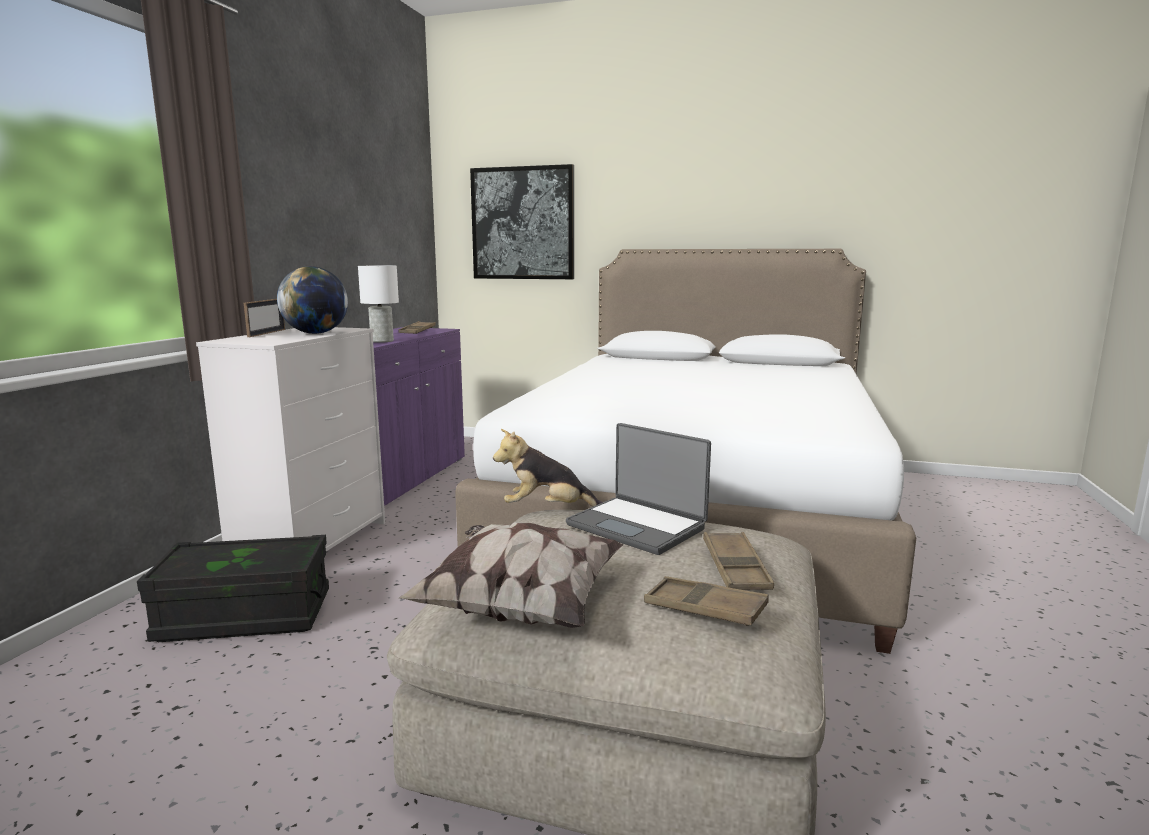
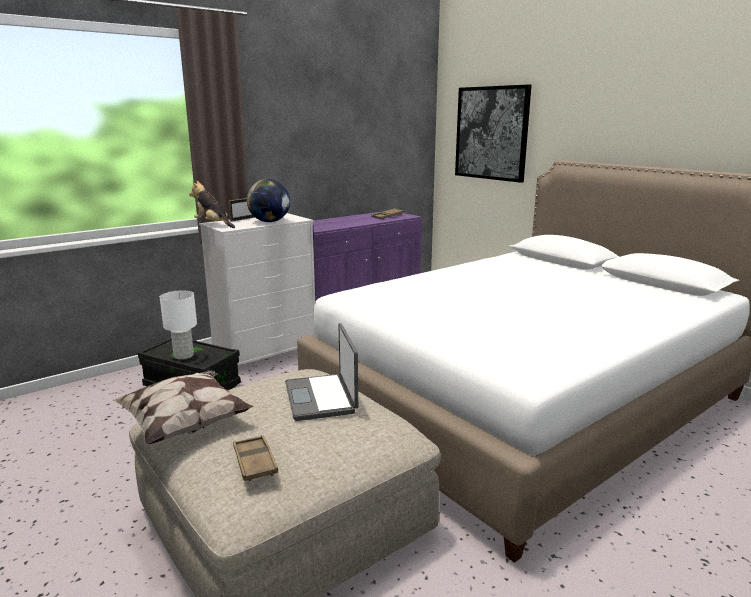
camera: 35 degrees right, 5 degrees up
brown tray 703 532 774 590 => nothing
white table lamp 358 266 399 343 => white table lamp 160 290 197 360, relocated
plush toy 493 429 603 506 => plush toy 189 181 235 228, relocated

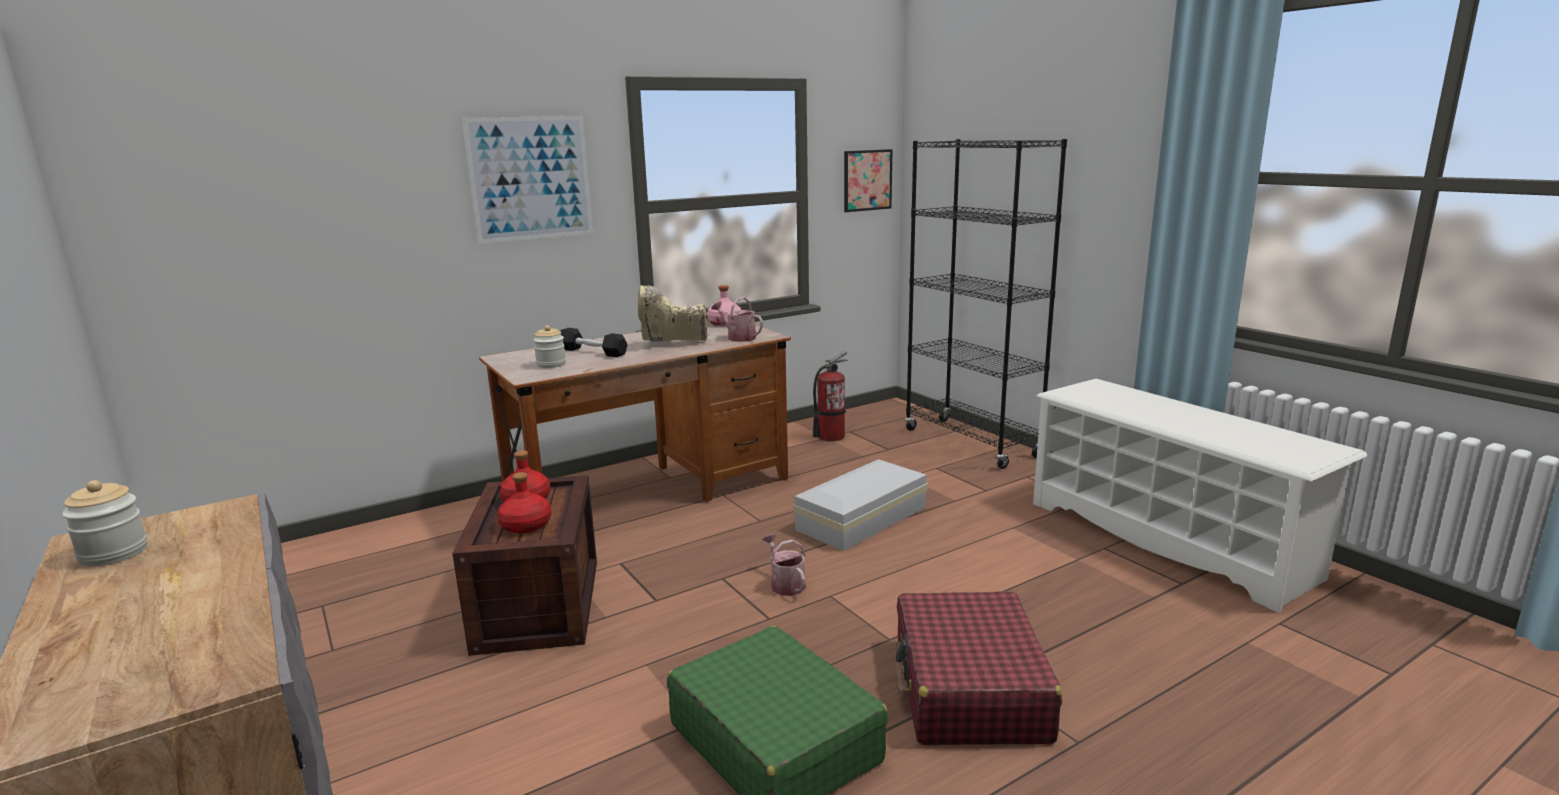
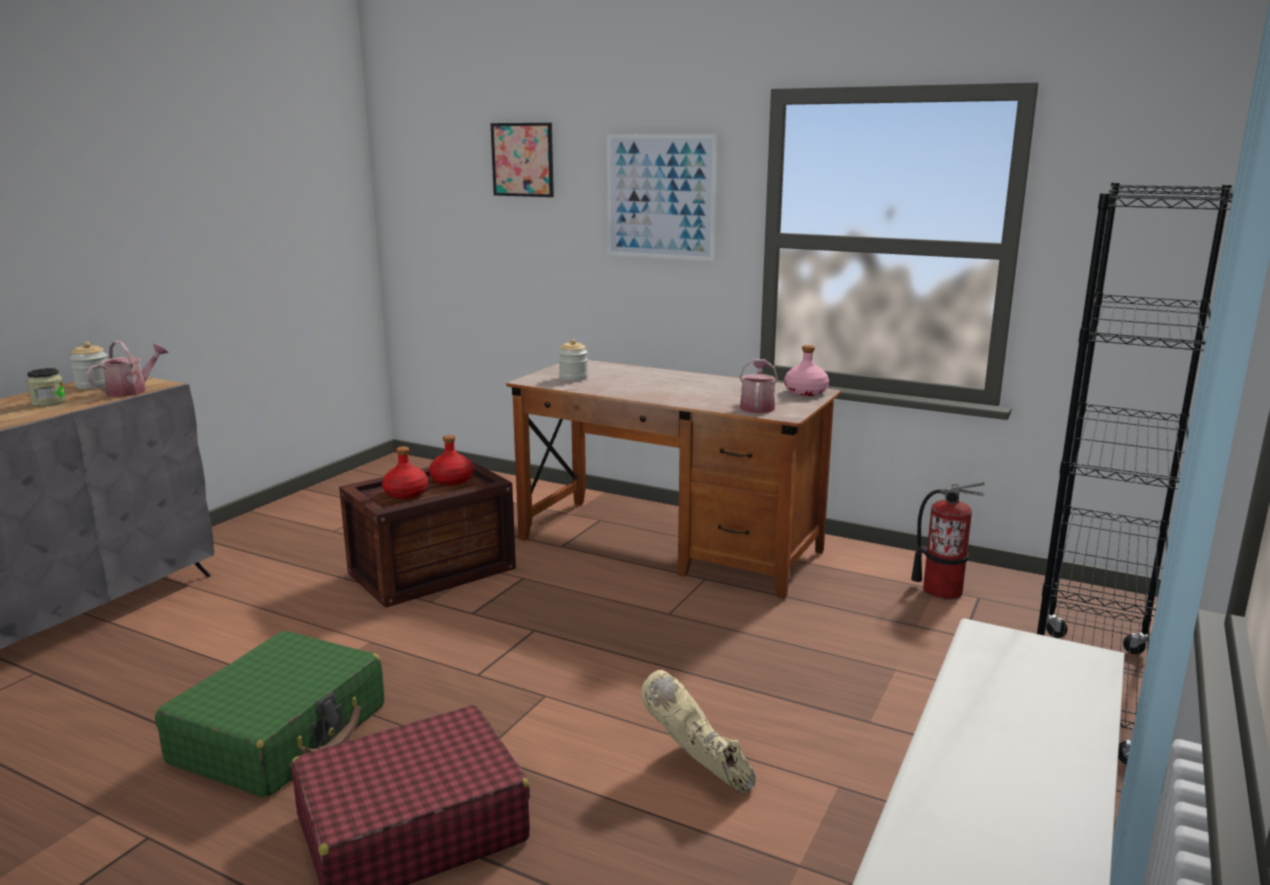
camera: 60 degrees right, 0 degrees up
black dumbbell 560 328 628 357 => nothing
white storage box 793 459 928 551 => nothing
nothing => jar 27 368 66 406
beige boot 638 285 707 342 => beige boot 641 670 756 793, relocated
watering can 763 534 806 596 => watering can 86 341 169 397, relocated
picture 844 149 893 212 => picture 491 123 554 197, relocated

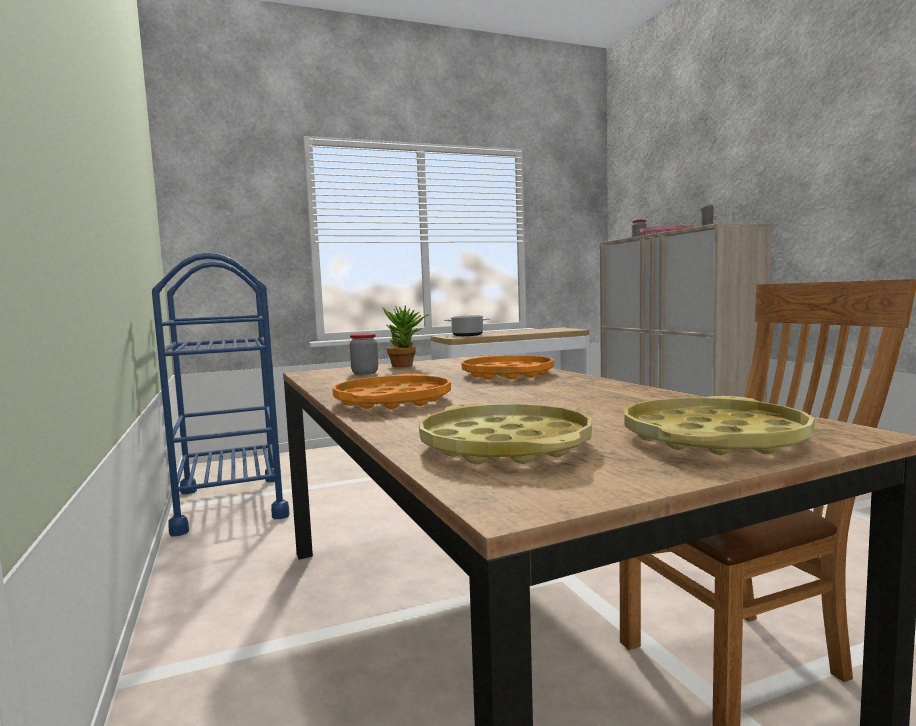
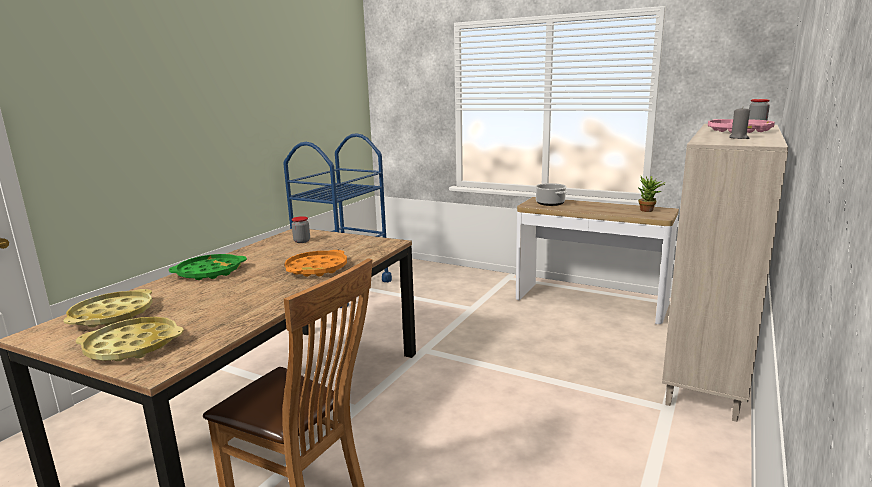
camera: 50 degrees right, 10 degrees up
potted plant 382 305 429 367 => potted plant 639 176 666 212, relocated
orange tray 333 374 451 409 => green tray 169 254 247 280

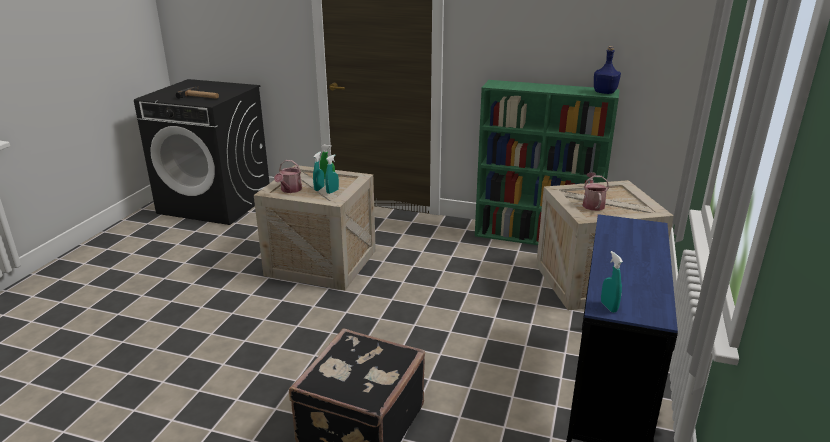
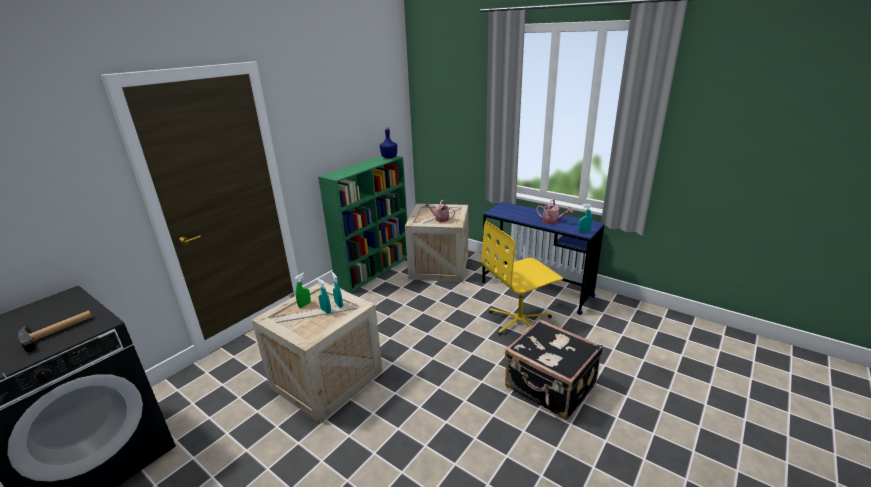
camera: 70 degrees left, 0 degrees up
nothing => yellow office chair 482 221 563 335
watering can 274 160 302 193 => watering can 536 199 573 224, relocated

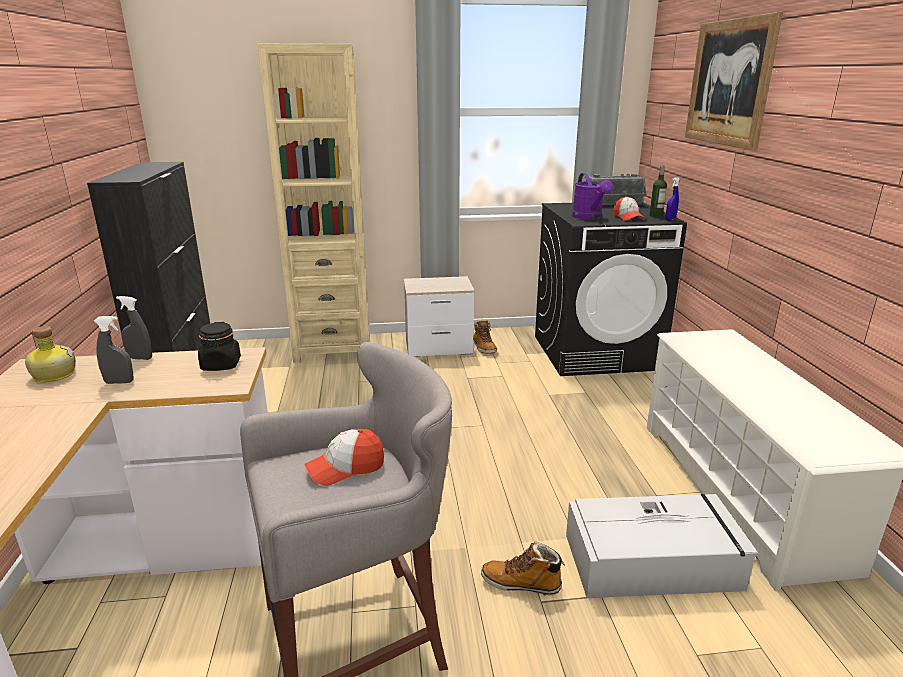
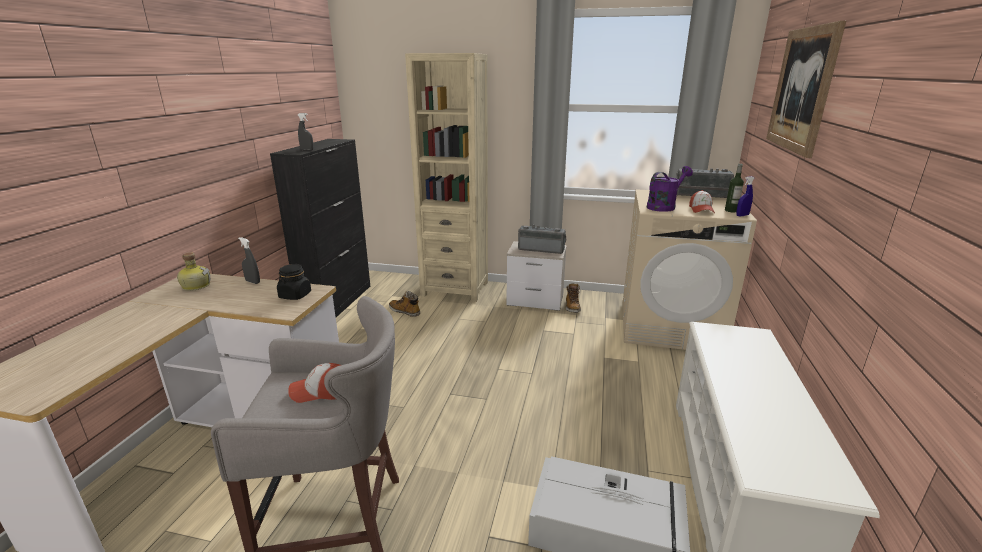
camera: 20 degrees right, 0 degrees up
nothing => radio 518 224 566 254
grey spray bottle 94 316 134 384 => grey spray bottle 298 113 313 151, relocated
boot 481 541 565 595 => boot 389 291 420 317, relocated
black washing machine 535 202 687 376 => beige washing machine 622 189 757 350
purple watering can 572 173 613 220 => purple watering can 647 166 693 212, 135 degrees counterclockwise

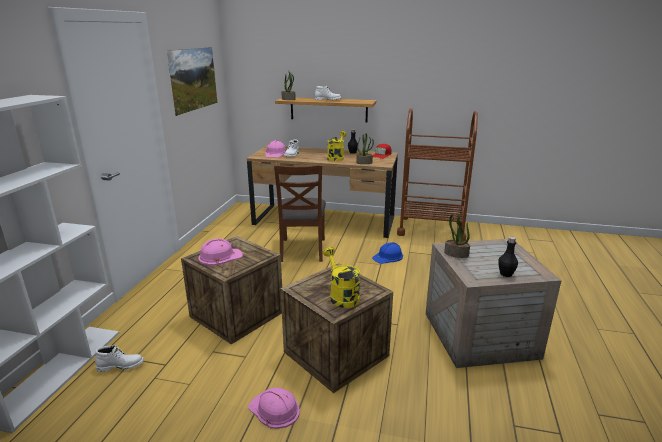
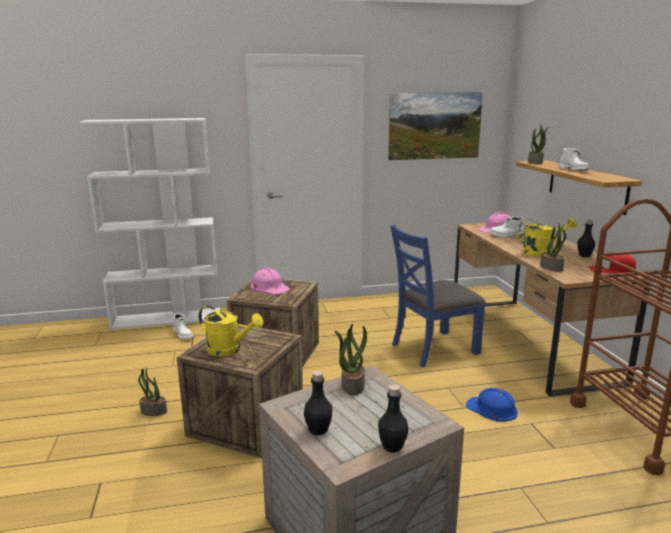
camera: 65 degrees right, 5 degrees down
nothing => black bottle 378 385 409 453
pink hard hat 248 387 300 429 => potted plant 138 368 167 416
brown chair 274 164 326 262 => blue chair 390 224 486 367
yellow watering can 323 247 360 308 => yellow watering can 199 305 264 356, 75 degrees clockwise

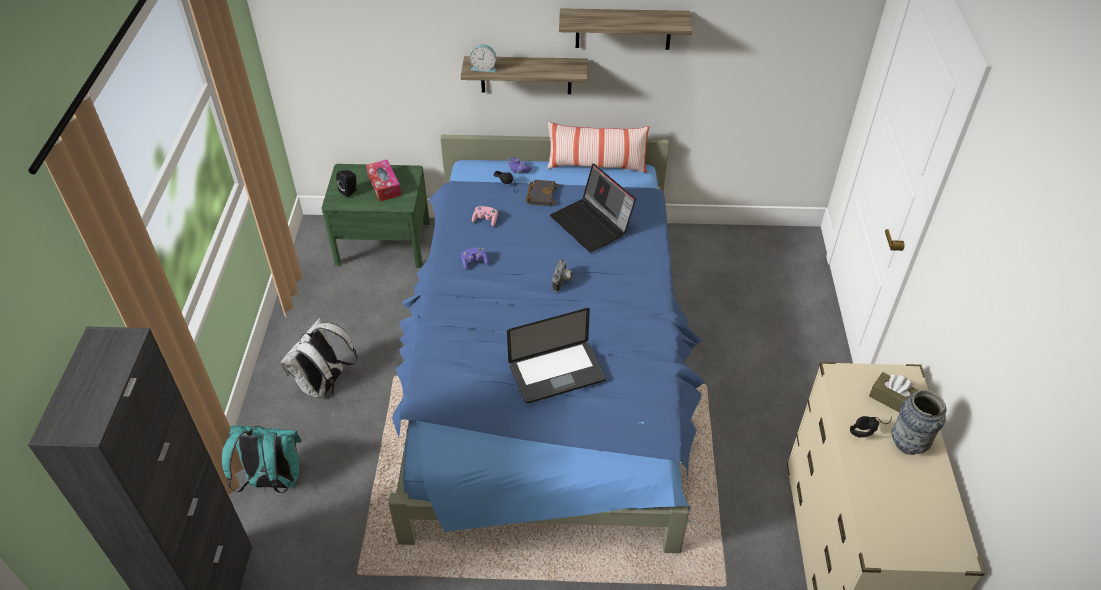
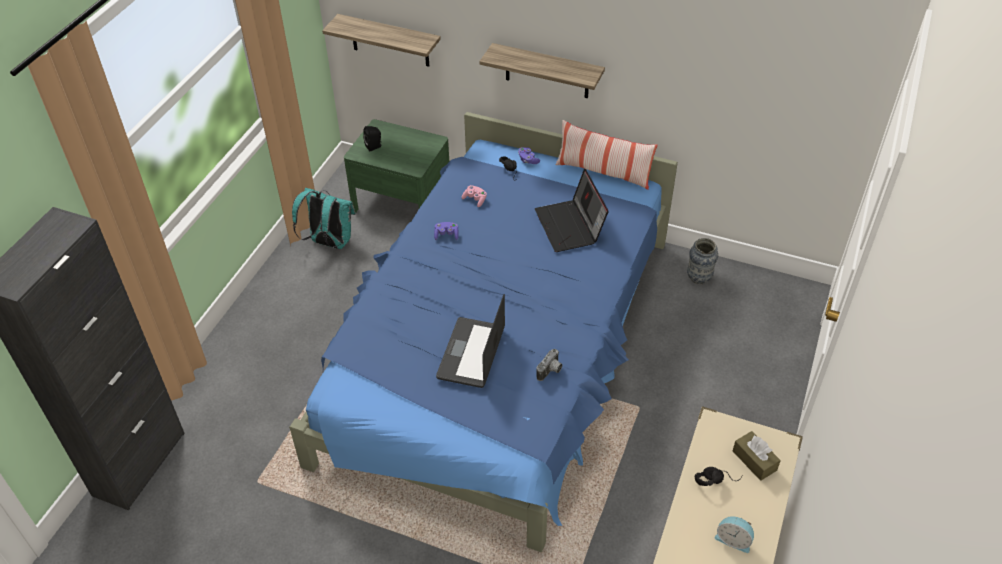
camera: 20 degrees right, 0 degrees up
white backpack 280 318 357 398 => nothing
tissue box 366 159 401 201 => nothing
black book 526 180 559 206 => nothing
turquoise backpack 221 426 302 493 => turquoise backpack 292 188 356 249, relocated
alarm clock 470 45 497 72 => alarm clock 715 516 754 553, relocated
photo camera 552 260 573 292 => photo camera 536 349 562 381, relocated
shelf 559 8 692 50 => shelf 322 14 441 67, relocated
vase 892 390 946 455 => vase 687 238 718 284, relocated
laptop 507 308 606 404 => laptop 436 294 505 388, 105 degrees clockwise

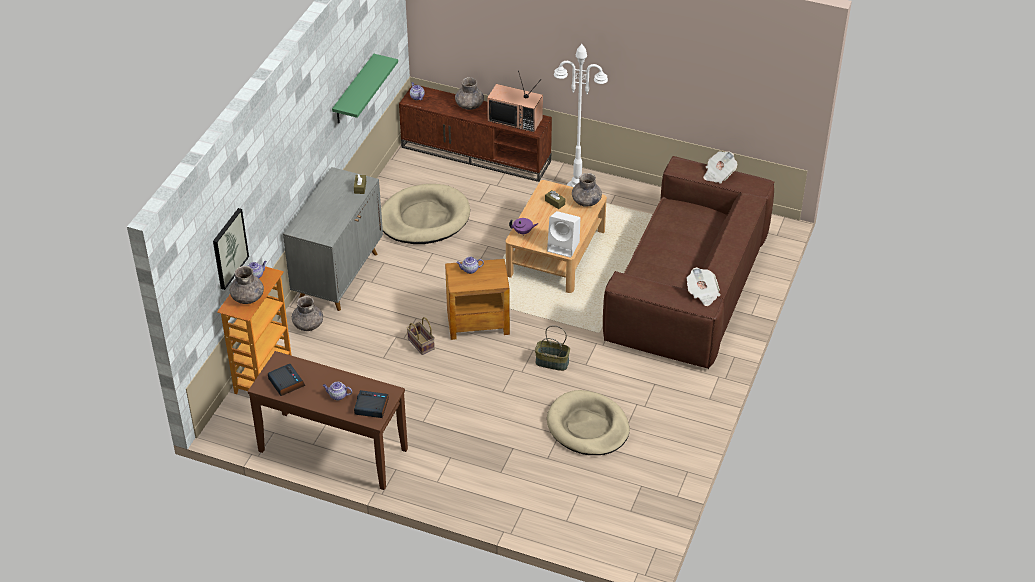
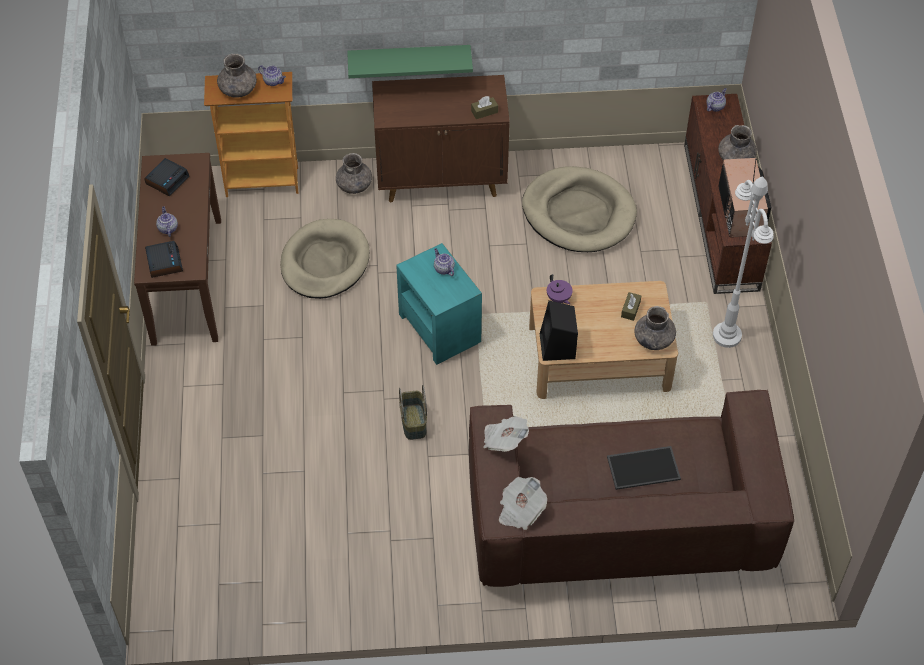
camera: 65 degrees right, 10 degrees up
picture 213 208 249 290 => nothing
basket 407 317 435 355 => nothing
nothing => tray 607 446 681 490
green shelf 332 54 398 123 => green shelf 347 45 473 78, relocated
beige dog bed 547 390 630 455 => beige dog bed 280 219 370 299, relocated
newspaper 703 151 737 183 => newspaper 483 416 529 452, relocated
grey cabinet 283 167 383 311 => brown cabinet 372 75 510 202
brown side table 445 259 510 340 => turquoise side table 396 243 482 365
white speaker 547 211 580 258 => black speaker 540 300 578 361

